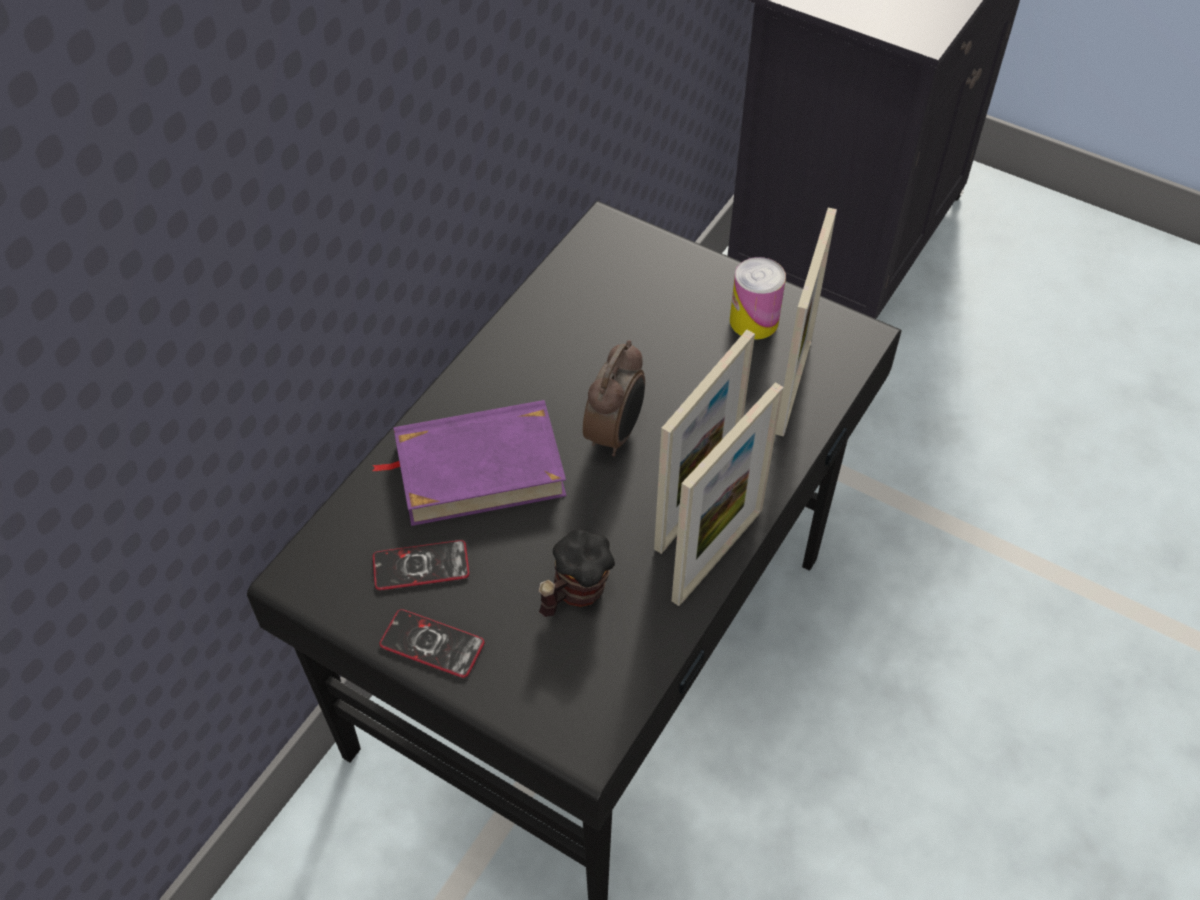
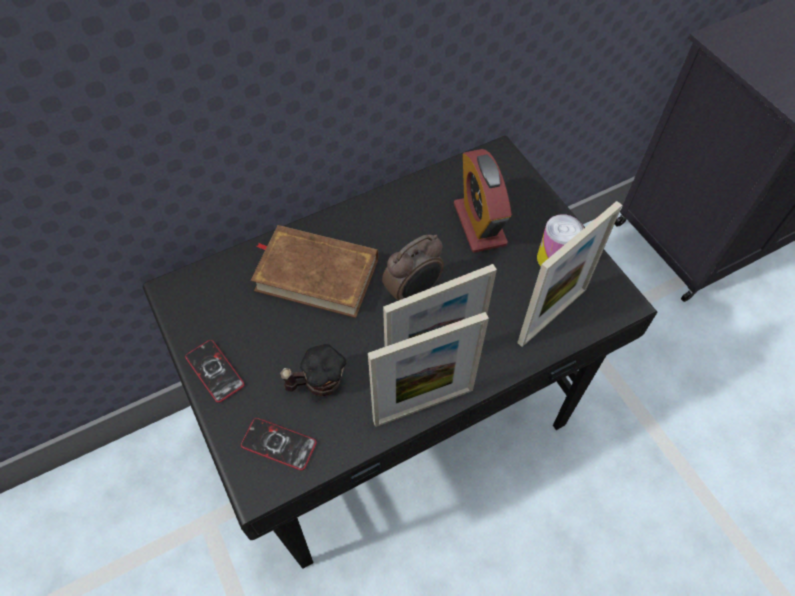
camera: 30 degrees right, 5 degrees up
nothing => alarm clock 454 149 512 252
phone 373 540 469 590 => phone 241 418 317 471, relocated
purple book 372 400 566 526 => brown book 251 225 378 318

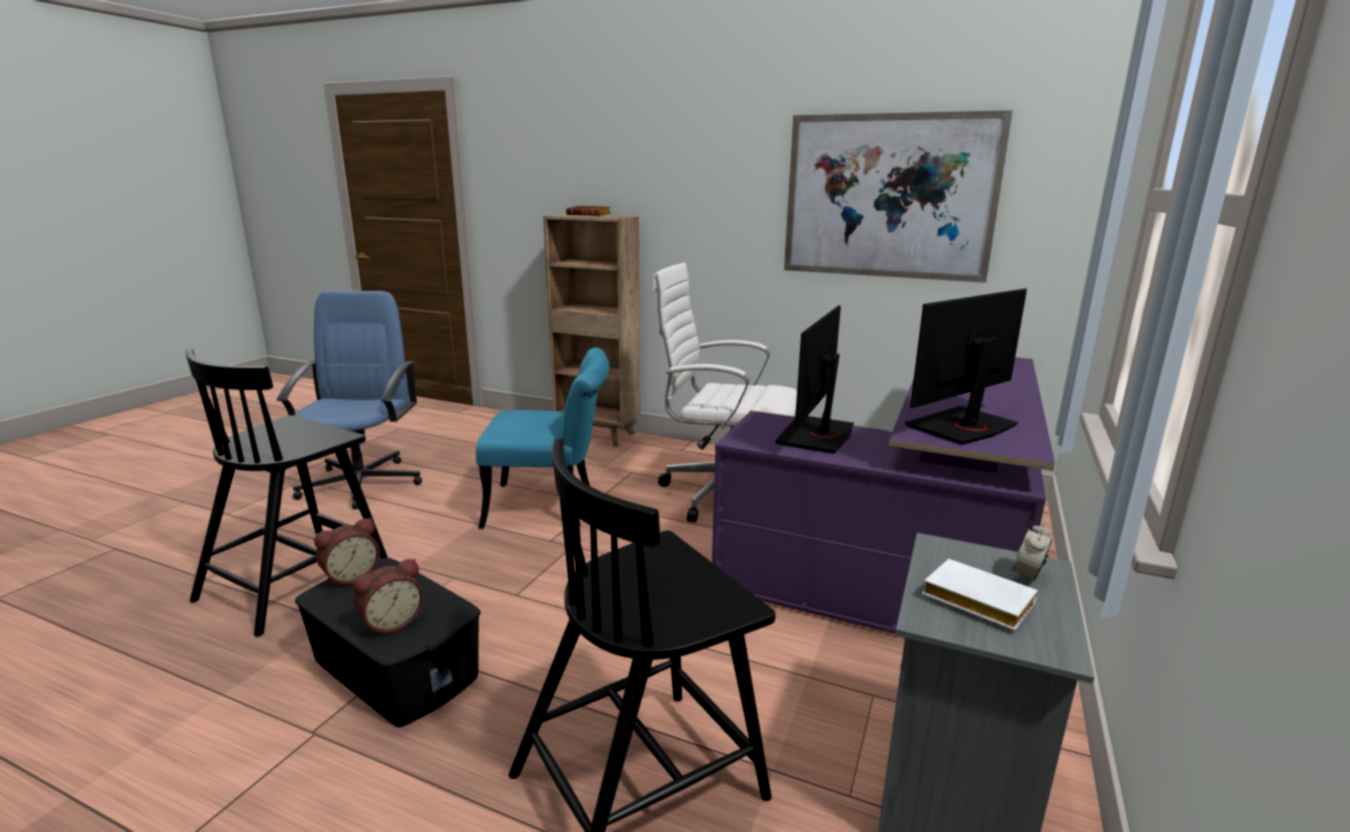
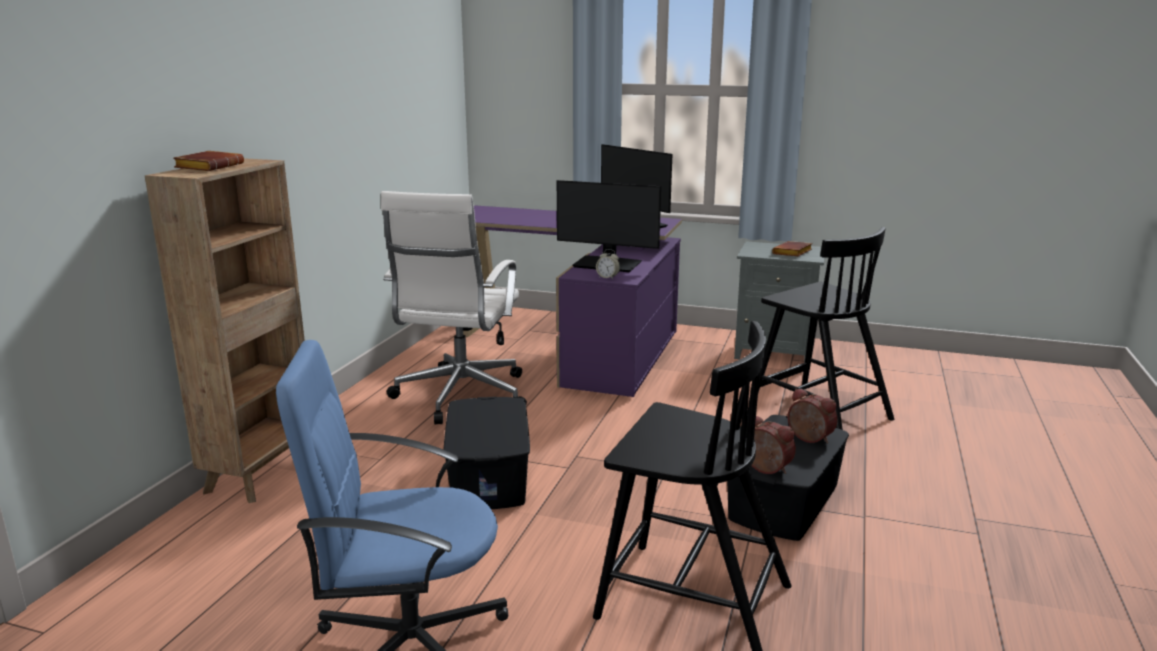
camera: 95 degrees left, 0 degrees up
picture 784 110 1013 283 => nothing
alarm clock 1011 521 1052 580 => alarm clock 596 249 620 279, relocated
turquoise chair 476 348 610 529 => black storage box 443 397 530 509
white book 922 559 1038 630 => brown book 772 241 813 256

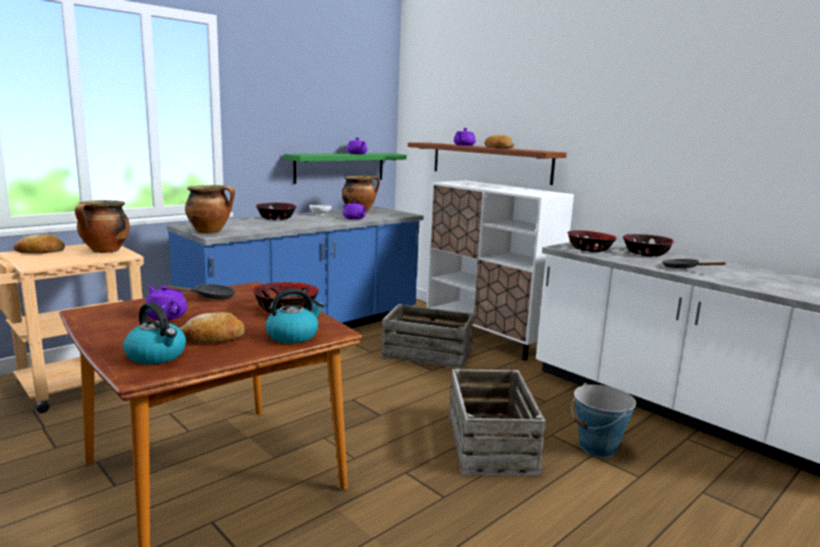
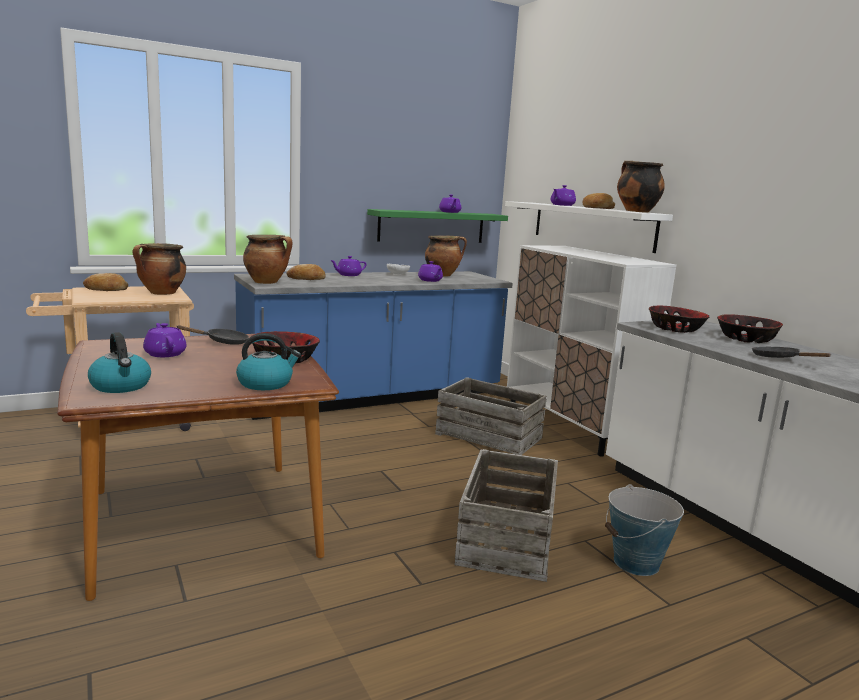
camera: 15 degrees right, 0 degrees up
nothing => cooking pot 617 161 665 213
bread 180 312 245 343 => bread 286 264 326 280, relocated
bowl 256 203 297 220 => purple teapot 330 256 367 276
brown shelf 408 142 567 185 => white shelf 505 201 673 253

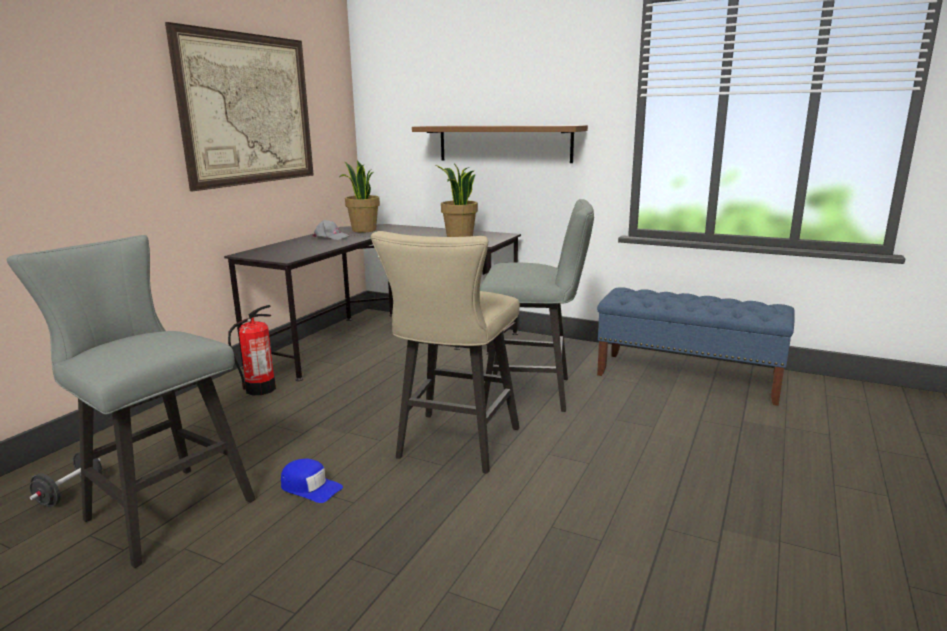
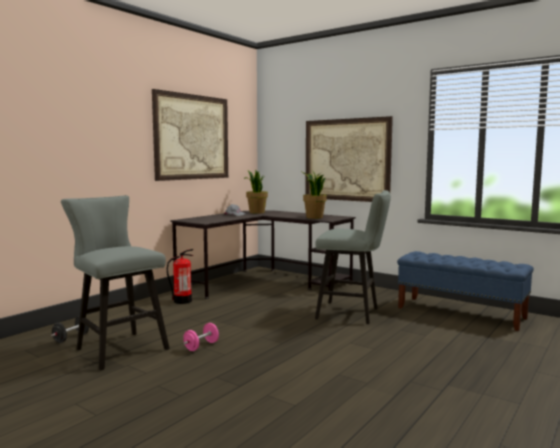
camera: 10 degrees right, 10 degrees down
beige stool 371 231 520 474 => nothing
blue cap 281 459 343 503 => pink dumbbell 183 323 219 351
brown shelf 412 125 588 163 => picture 305 116 393 202

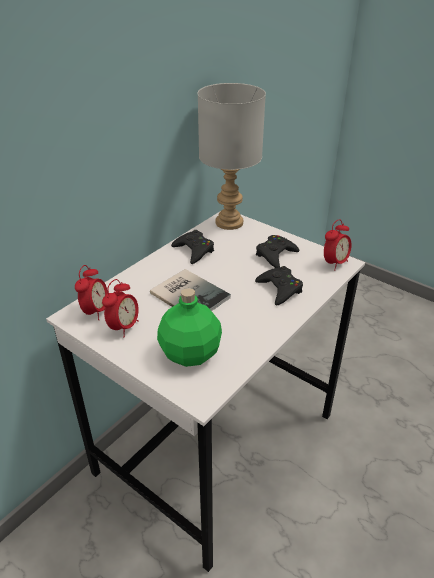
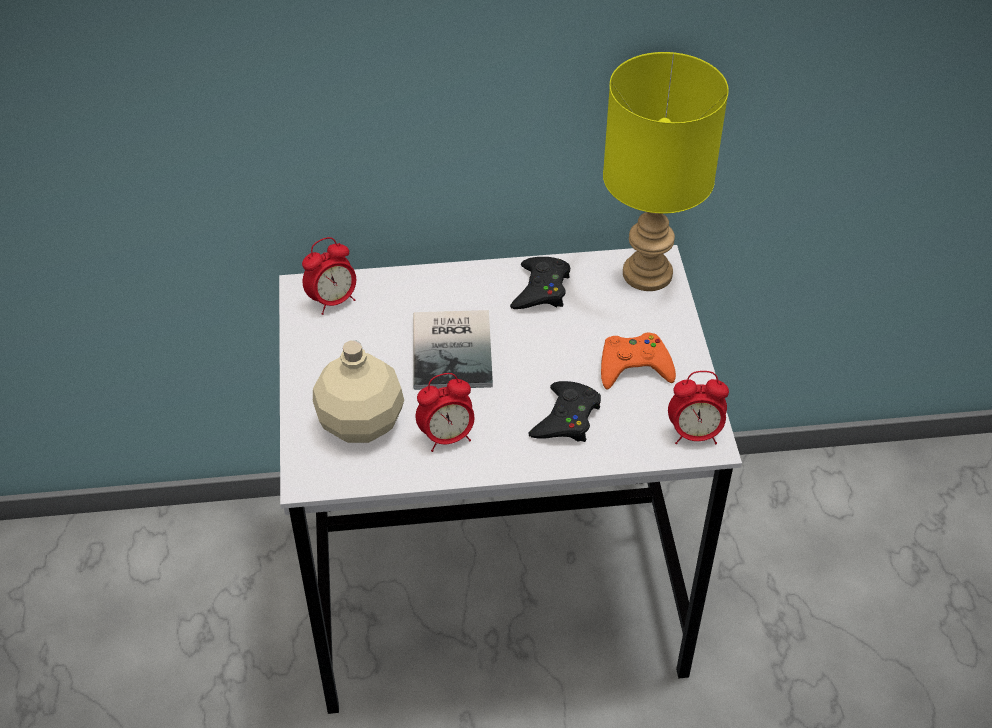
camera: 45 degrees right, 10 degrees up
alarm clock 102 279 139 337 => alarm clock 416 373 474 452, relocated
green bottle 157 288 222 367 => beige bottle 313 340 404 443
grey table lamp 198 83 266 230 => yellow table lamp 603 52 729 291
black game controller 256 235 299 268 => orange game controller 601 333 676 389

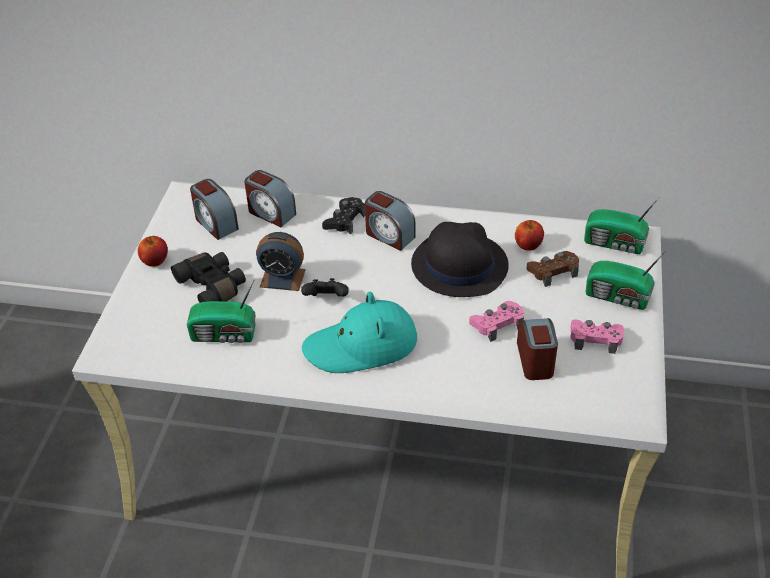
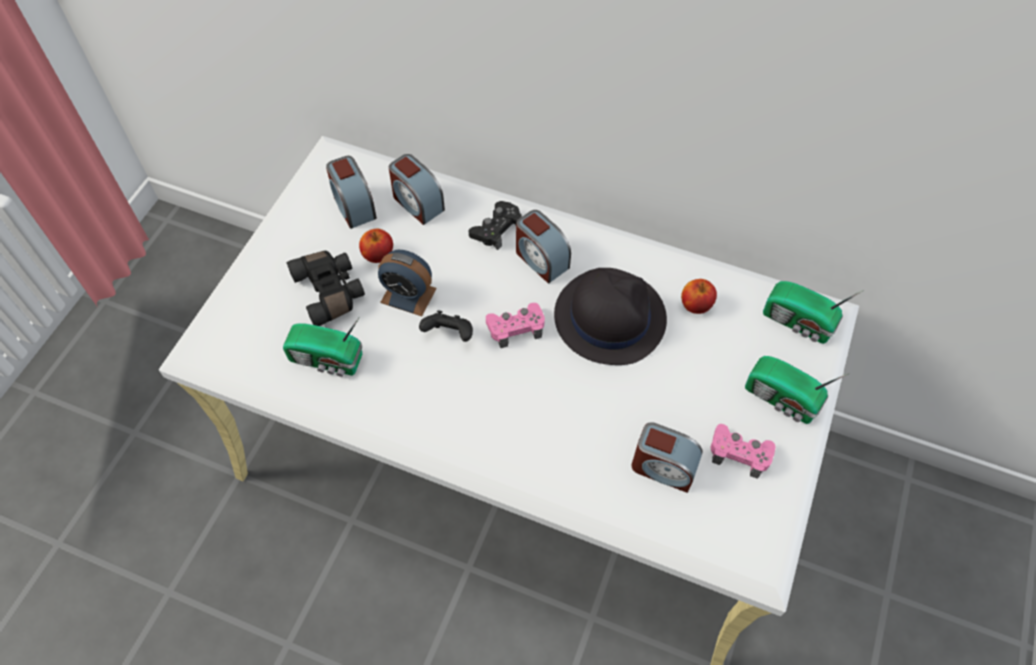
camera: 10 degrees right, 15 degrees up
turquoise hat 302 292 417 373 => nothing
brown game controller 526 251 579 287 => nothing
apple 138 236 168 267 => apple 359 229 393 263, relocated
pink game controller 469 301 524 342 => pink game controller 486 303 545 348, relocated
alarm clock 517 318 558 380 => alarm clock 632 422 702 493, 105 degrees clockwise

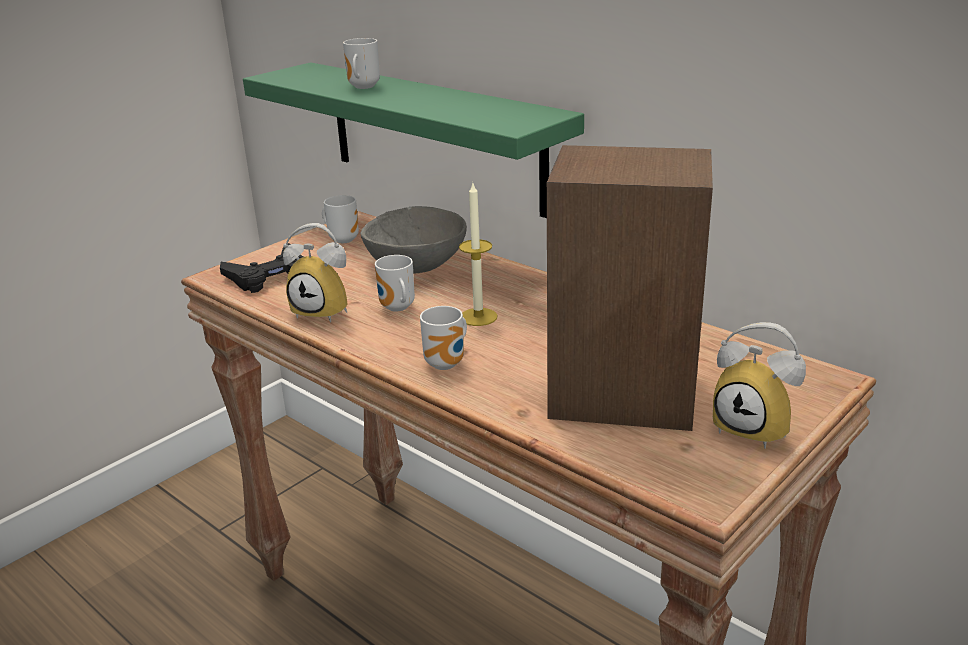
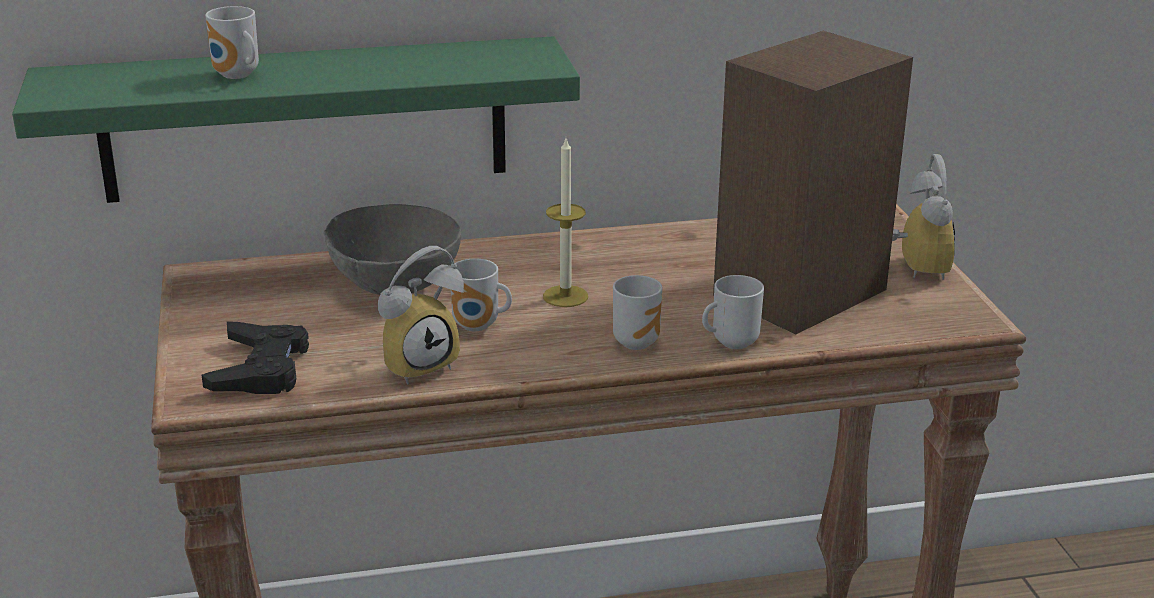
camera: 55 degrees left, 0 degrees up
mug 322 195 359 243 => mug 702 275 764 349, relocated
alarm clock 713 322 806 449 => alarm clock 892 154 955 280, 75 degrees counterclockwise

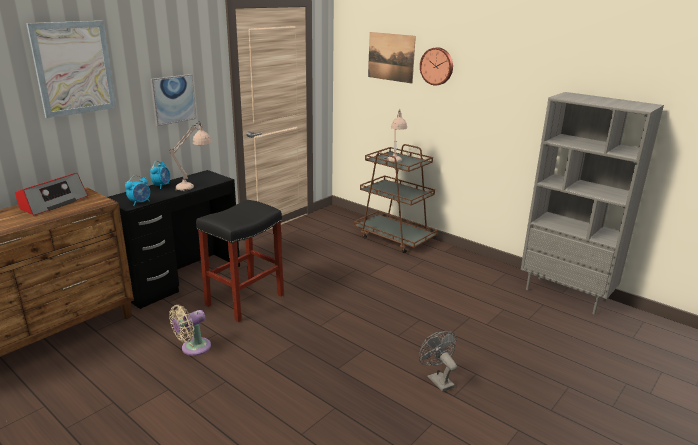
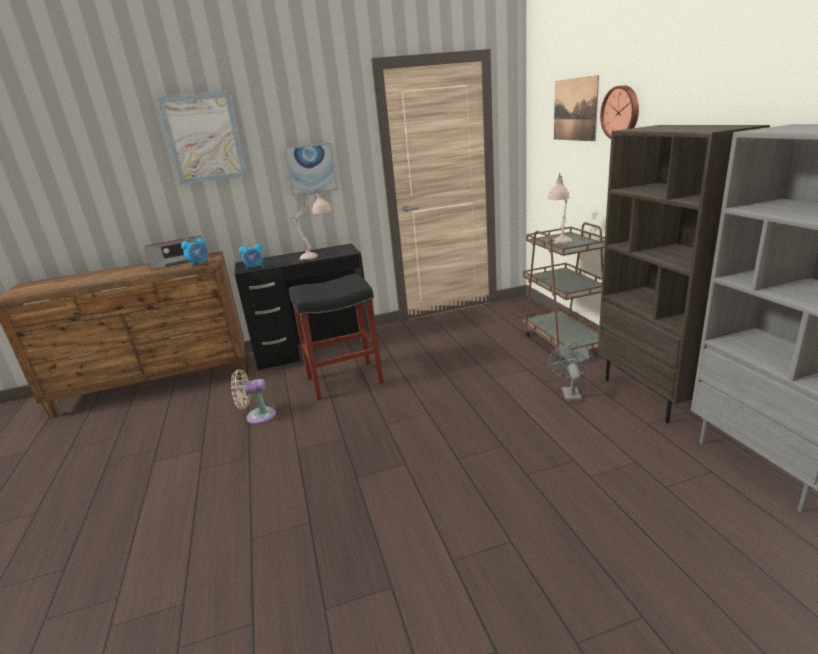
camera: 35 degrees right, 0 degrees up
nothing => brown bookcase 598 125 770 423
alarm clock 150 161 170 189 => alarm clock 181 236 209 267, relocated
grey fan 419 331 457 392 => grey fan 548 343 593 401, relocated

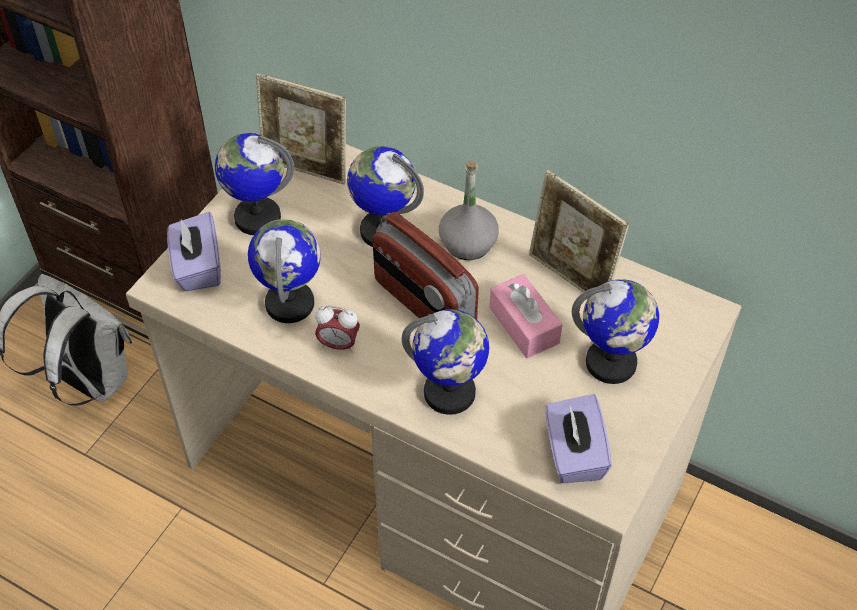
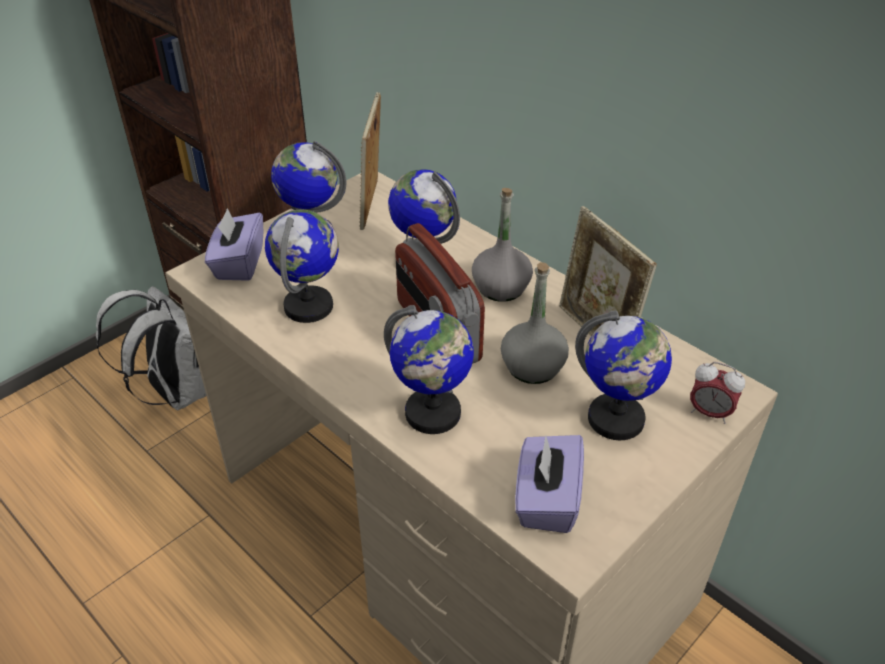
camera: 15 degrees right, 10 degrees down
alarm clock 315 306 360 353 => alarm clock 690 362 745 424, relocated
pink tissue box 489 274 563 358 => grey bottle 501 262 569 384
picture frame 256 73 346 185 => picture frame 359 92 381 230, 60 degrees clockwise

